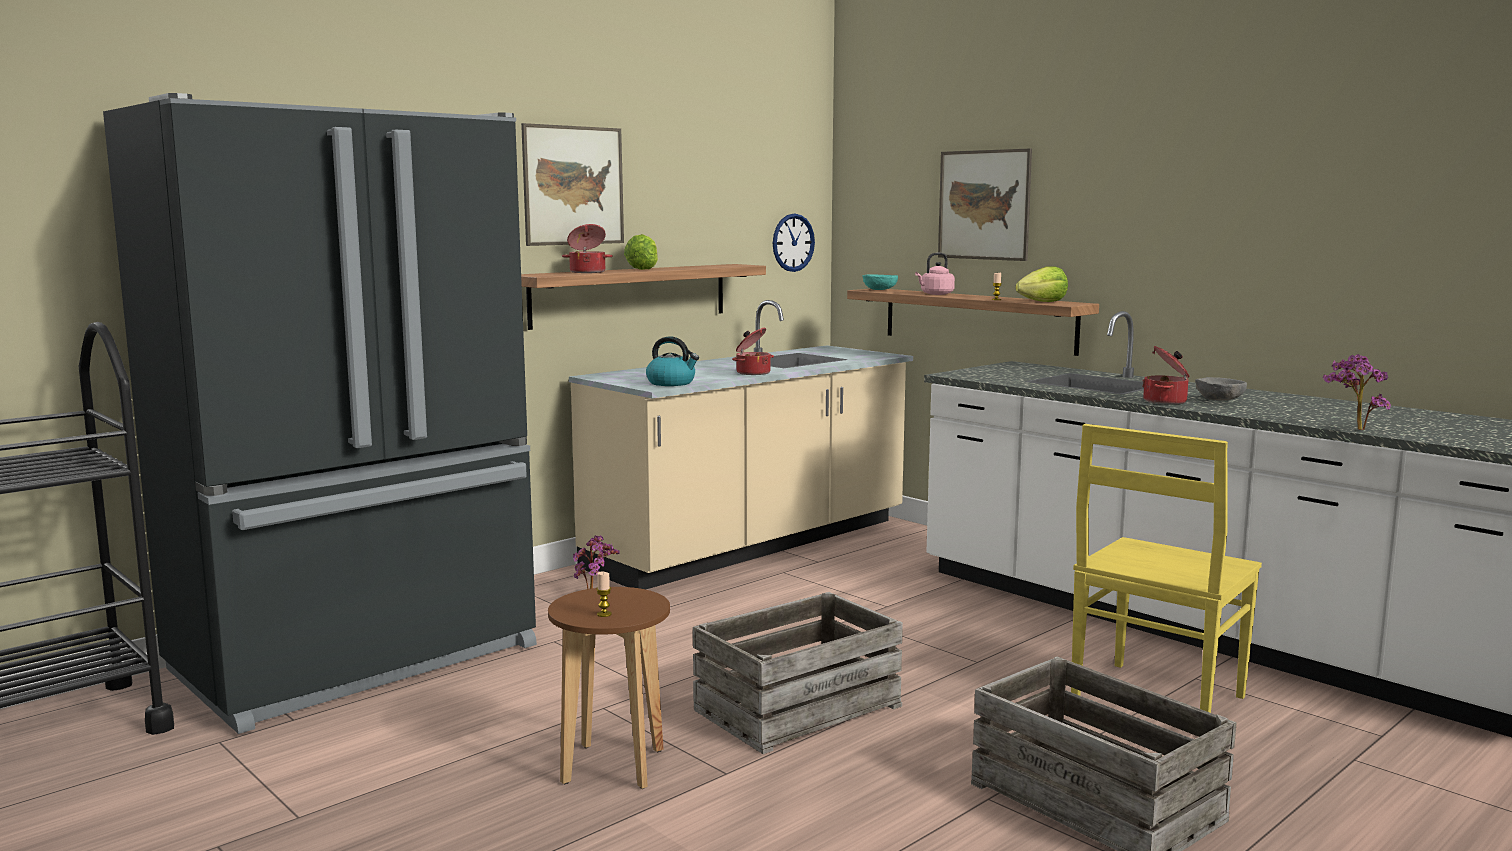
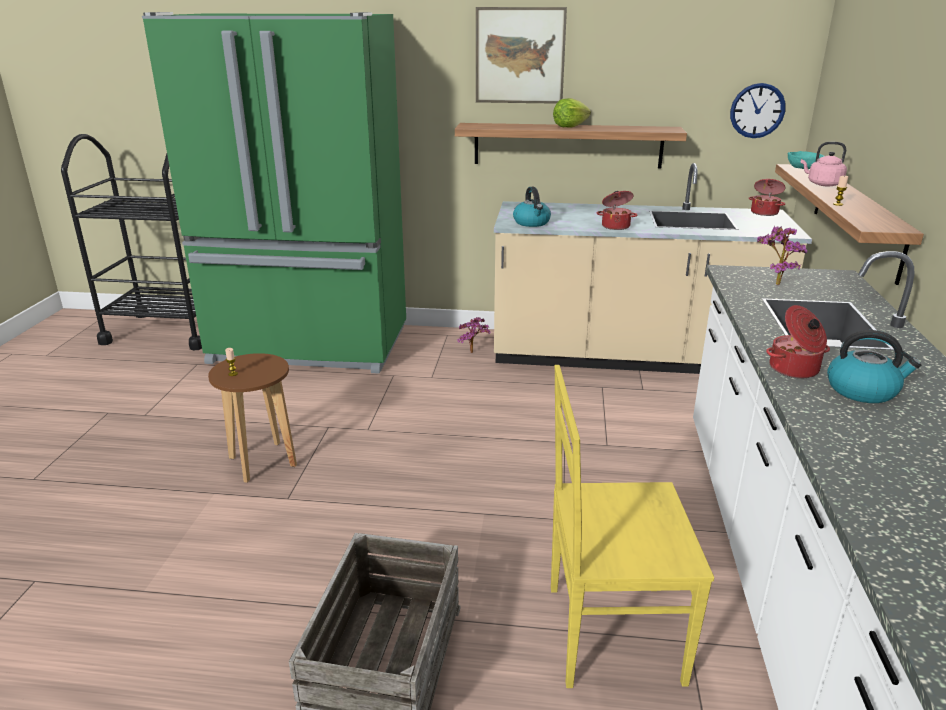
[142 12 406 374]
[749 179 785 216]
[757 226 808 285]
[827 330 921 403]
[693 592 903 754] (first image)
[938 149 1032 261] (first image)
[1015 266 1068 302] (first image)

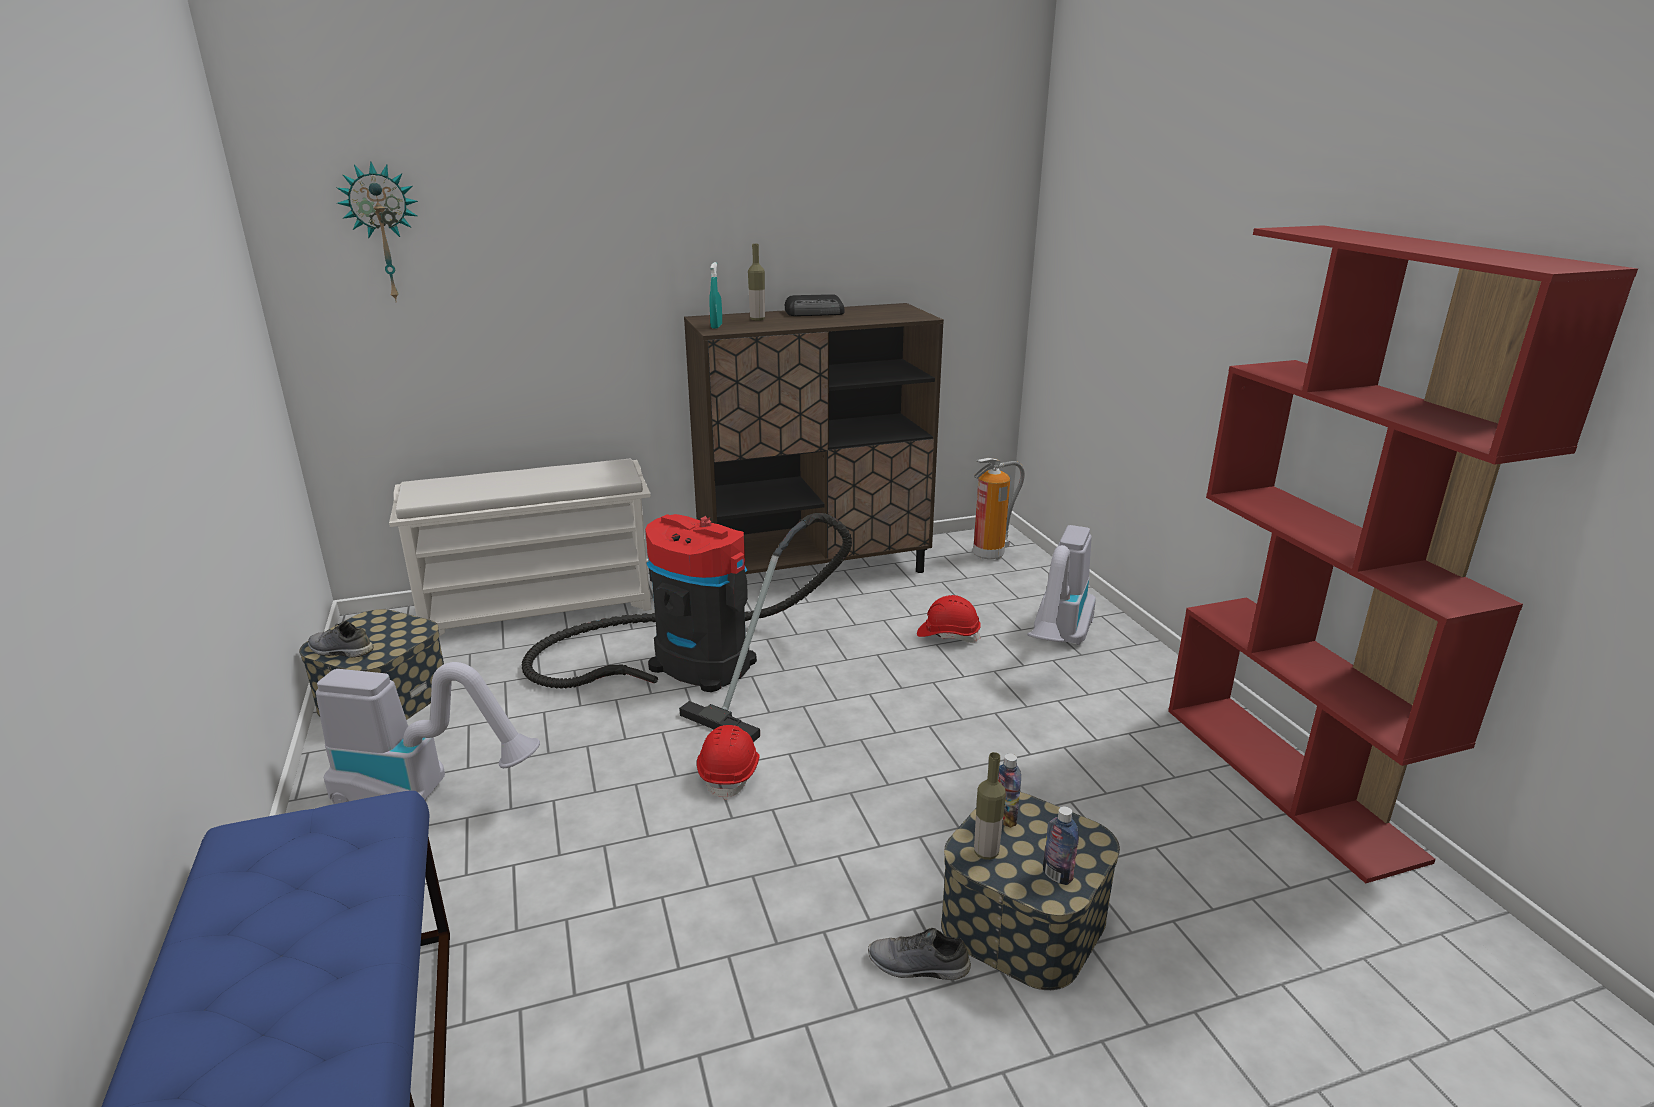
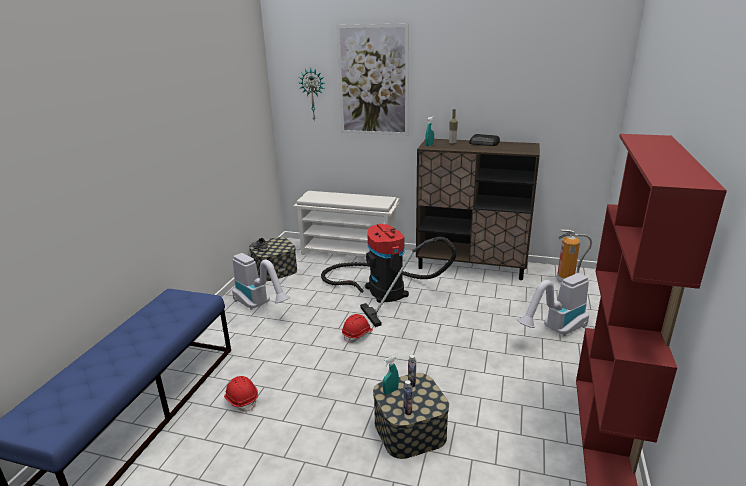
[224 376 258 412]
[336 23 409 136]
[383 356 399 395]
[868 928 971 980] (first image)

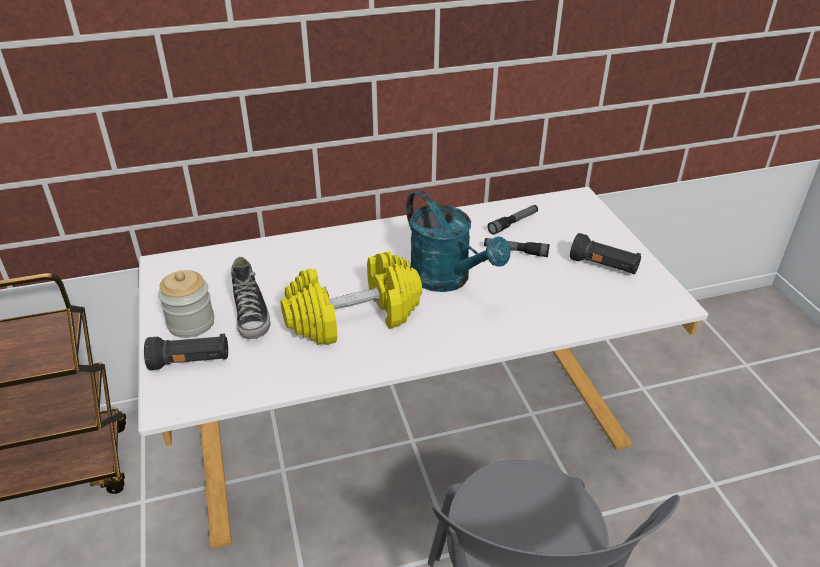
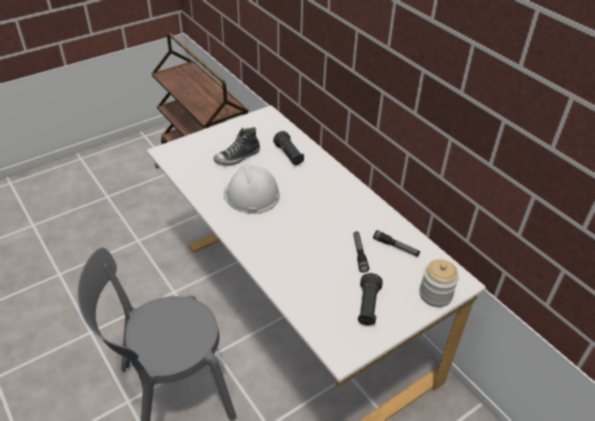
[224 165 280 214]
[273 131 304 165]
[419 259 459 307]
[406 190 510 292] (first image)

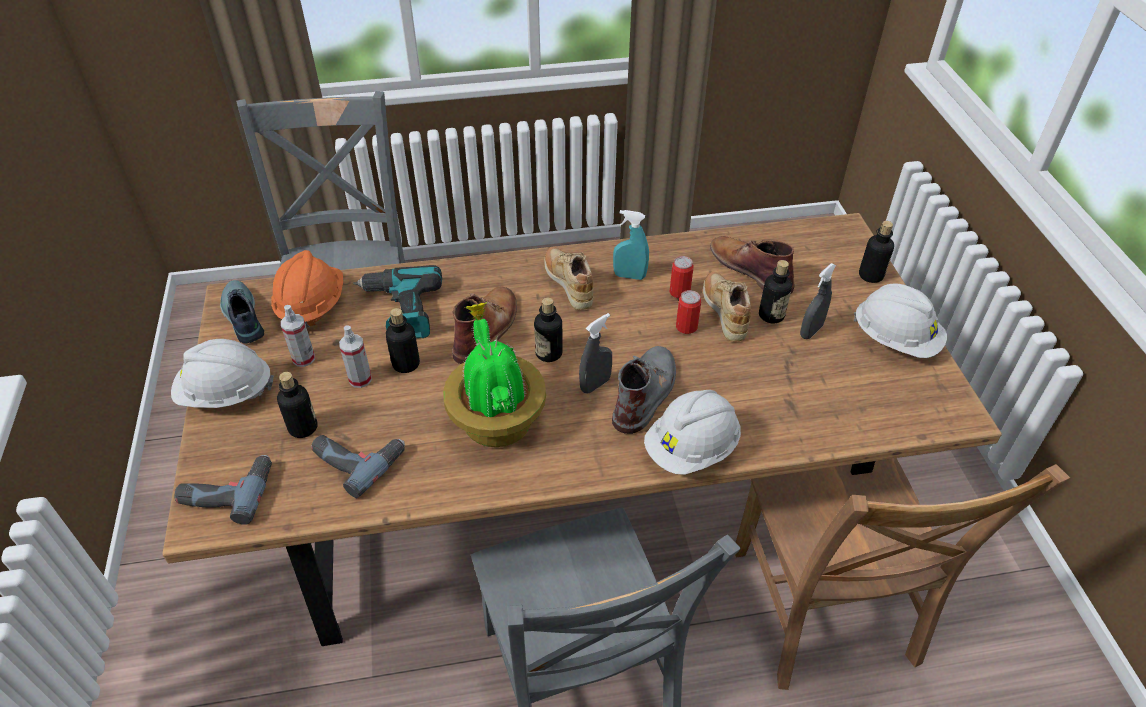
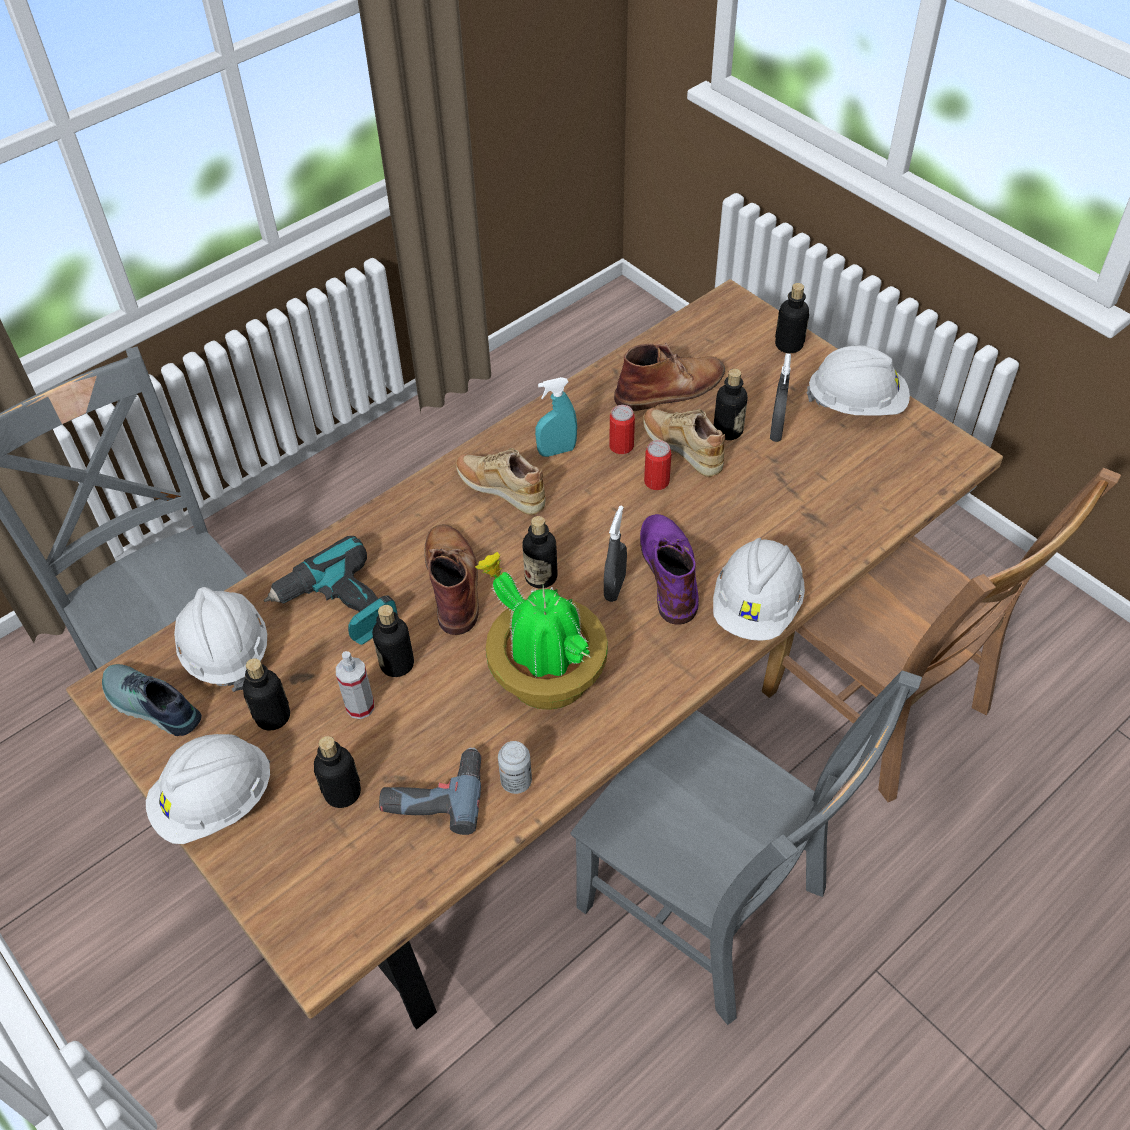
[174 587 267 692]
[243 658 290 731]
[498 741 532 794]
[614 343 725 411]
[640 514 699 624]
[175 455 272 524] (first image)

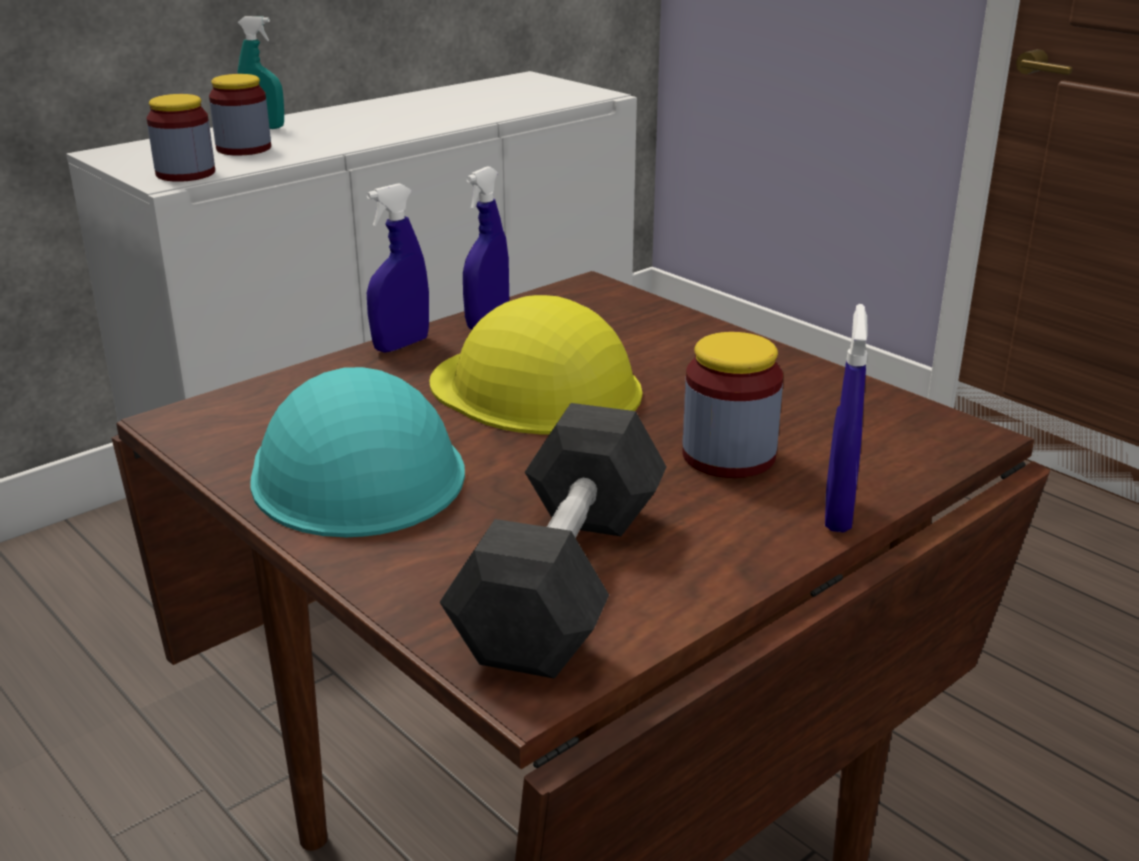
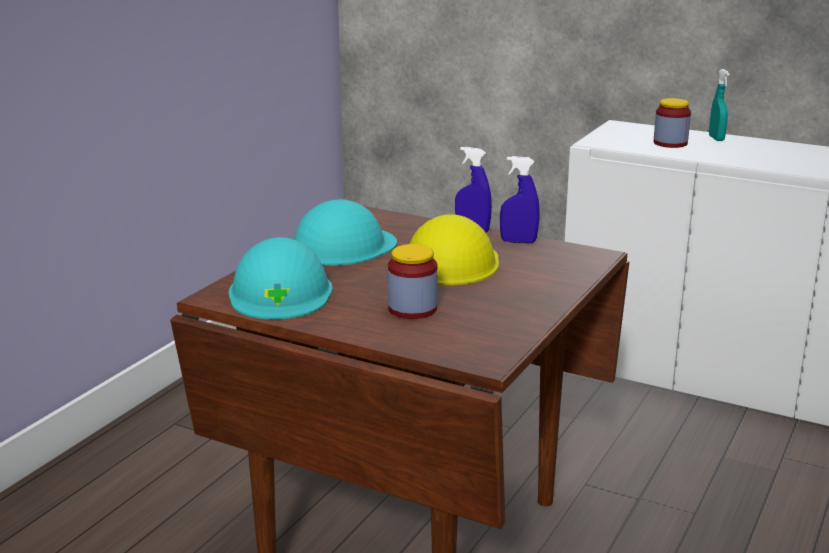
[229 237 333 319]
[147 94 215 182] (first image)
[825 304 868 533] (first image)

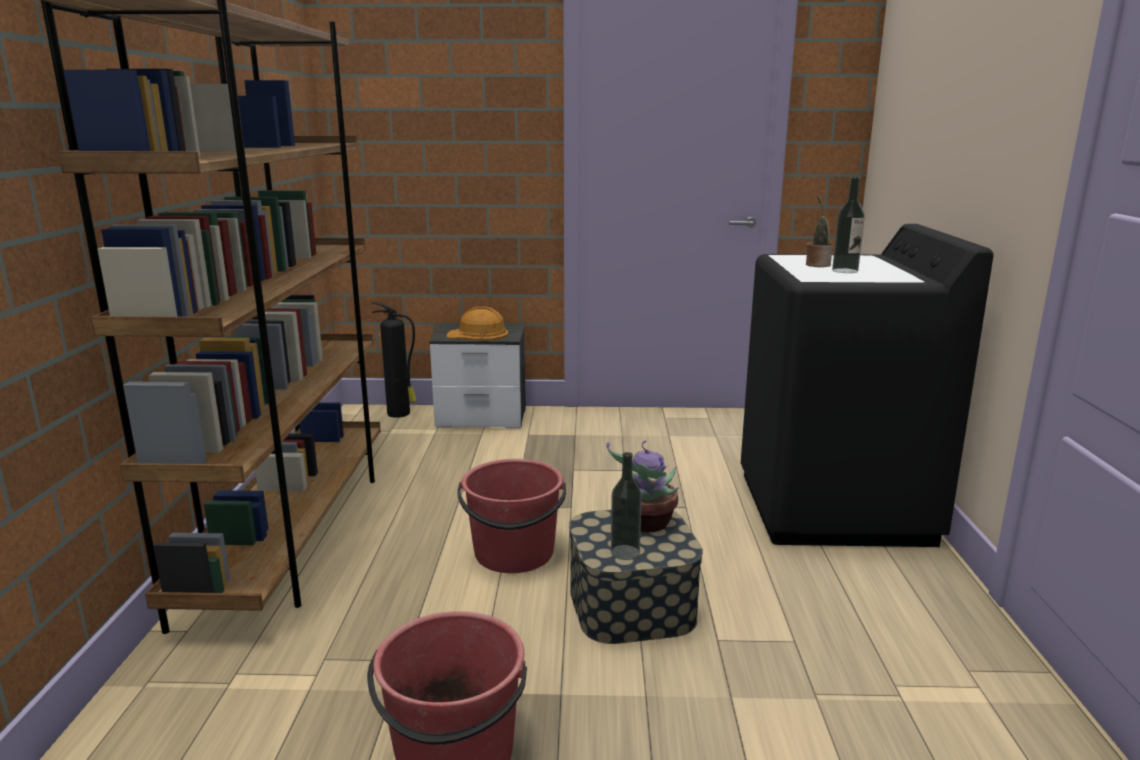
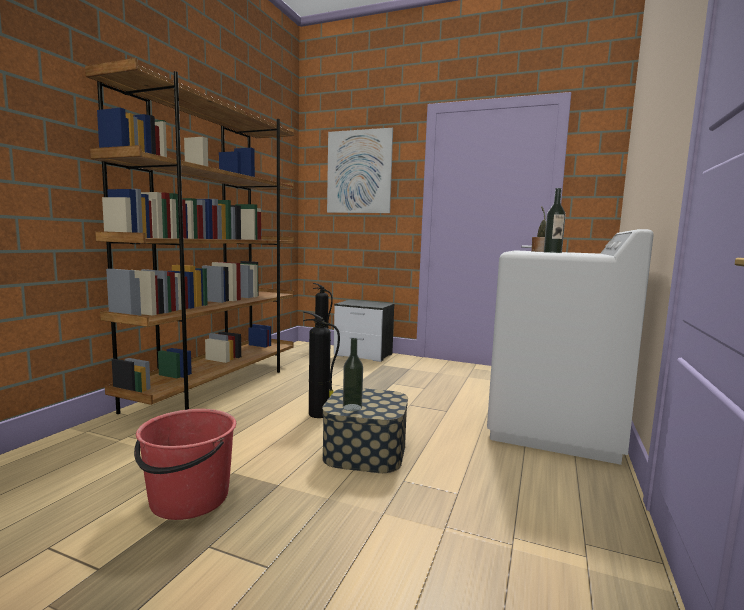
[303 311 340 418]
[327 128 393 213]
[487 229 654 465]
[447 307 508 341] (first image)
[606 441 679 532] (first image)

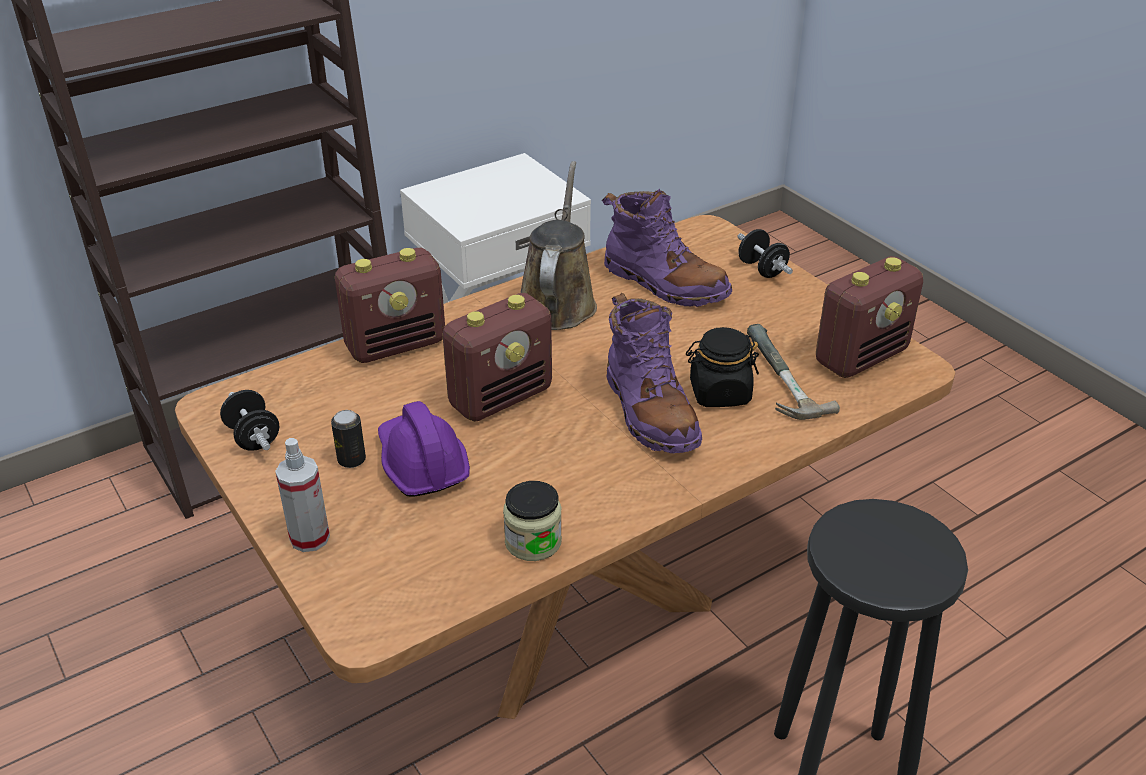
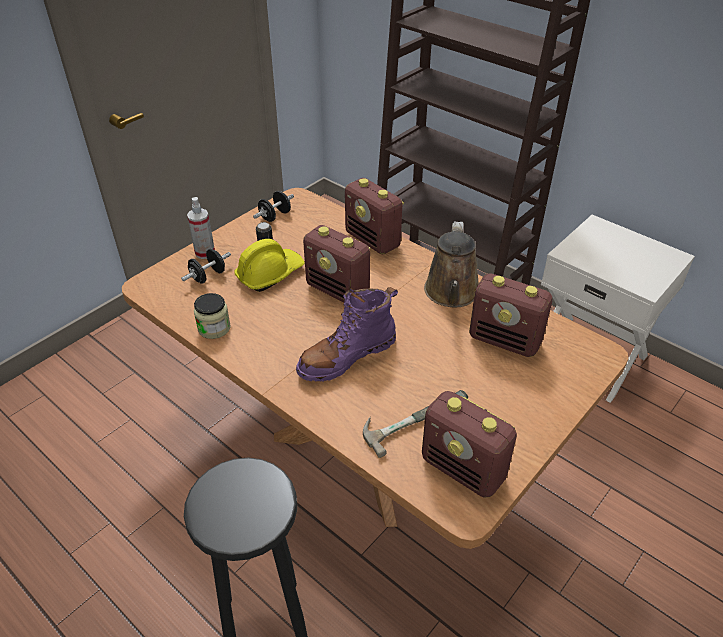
[181 249 231 283]
[235 239 305 292]
[424 221 479 307]
[469 273 552 357]
[686 327 759 407] (first image)

